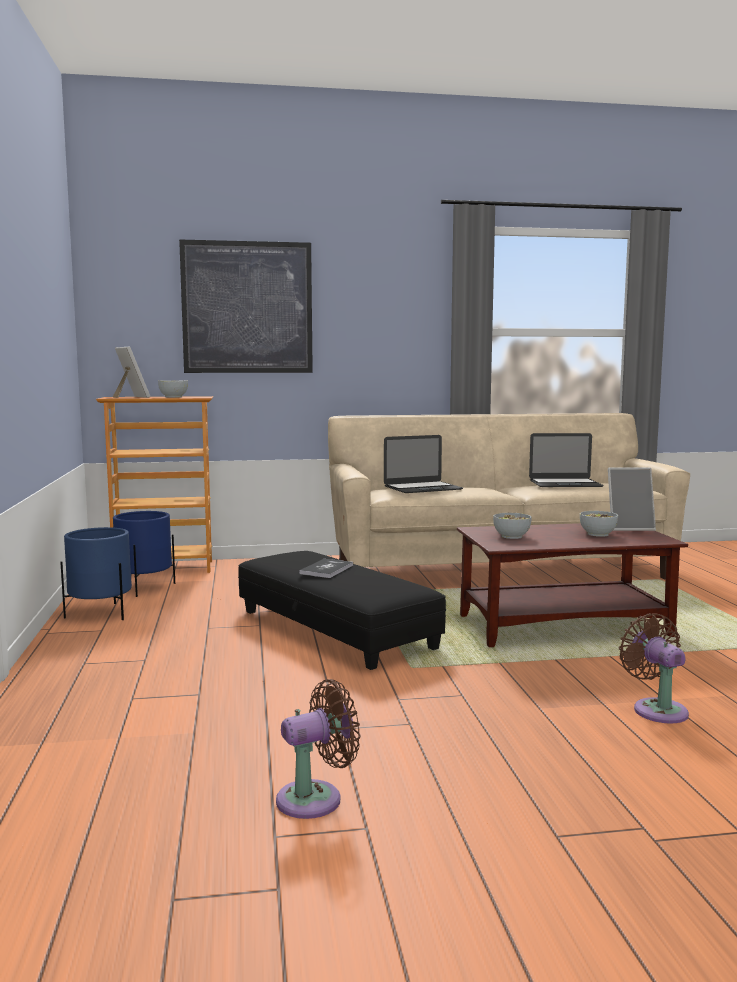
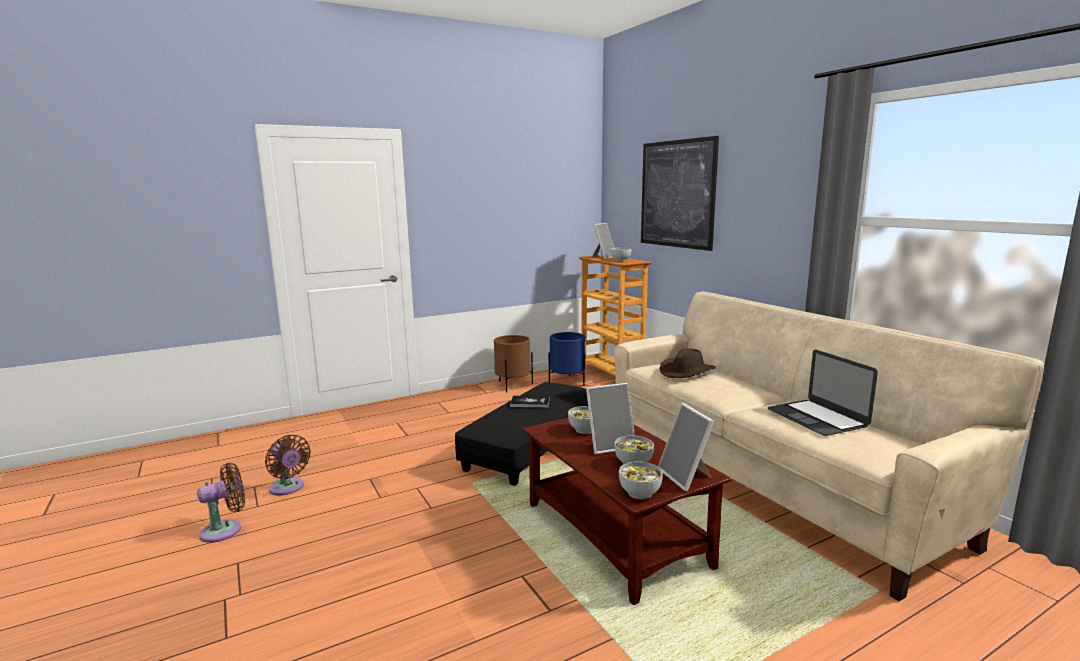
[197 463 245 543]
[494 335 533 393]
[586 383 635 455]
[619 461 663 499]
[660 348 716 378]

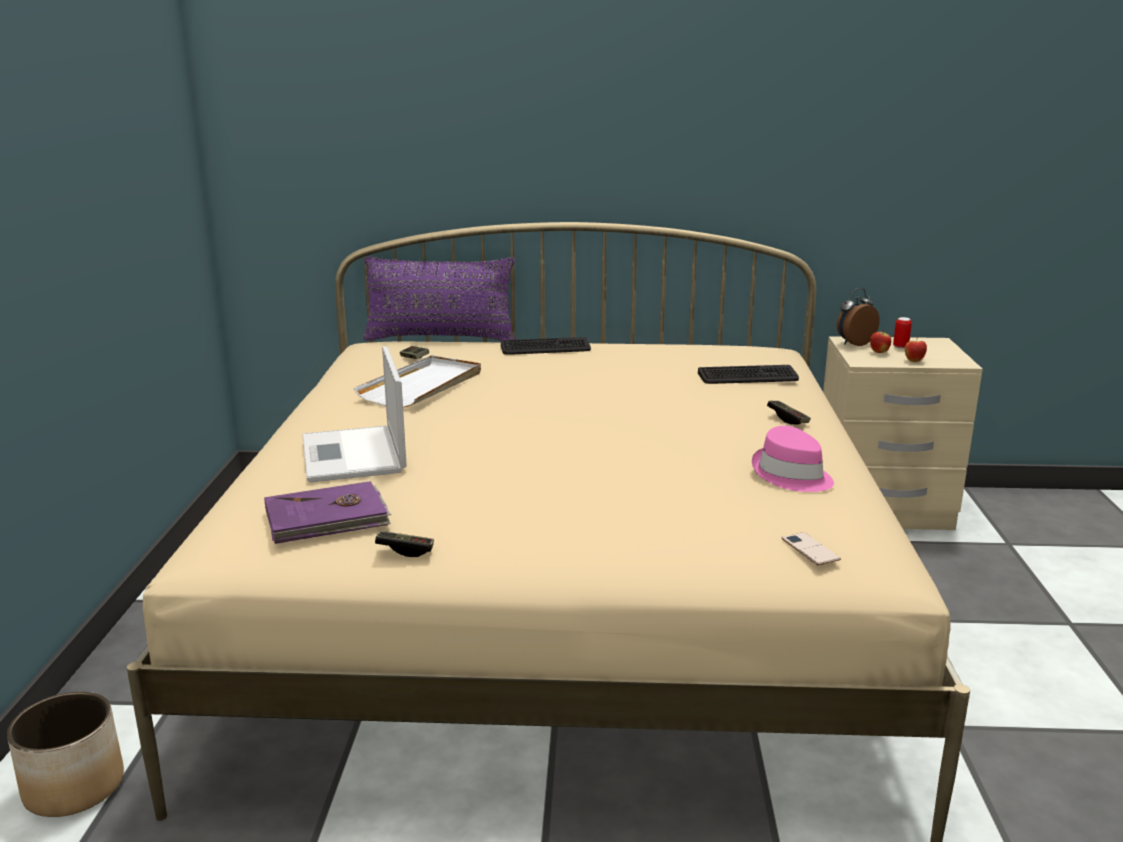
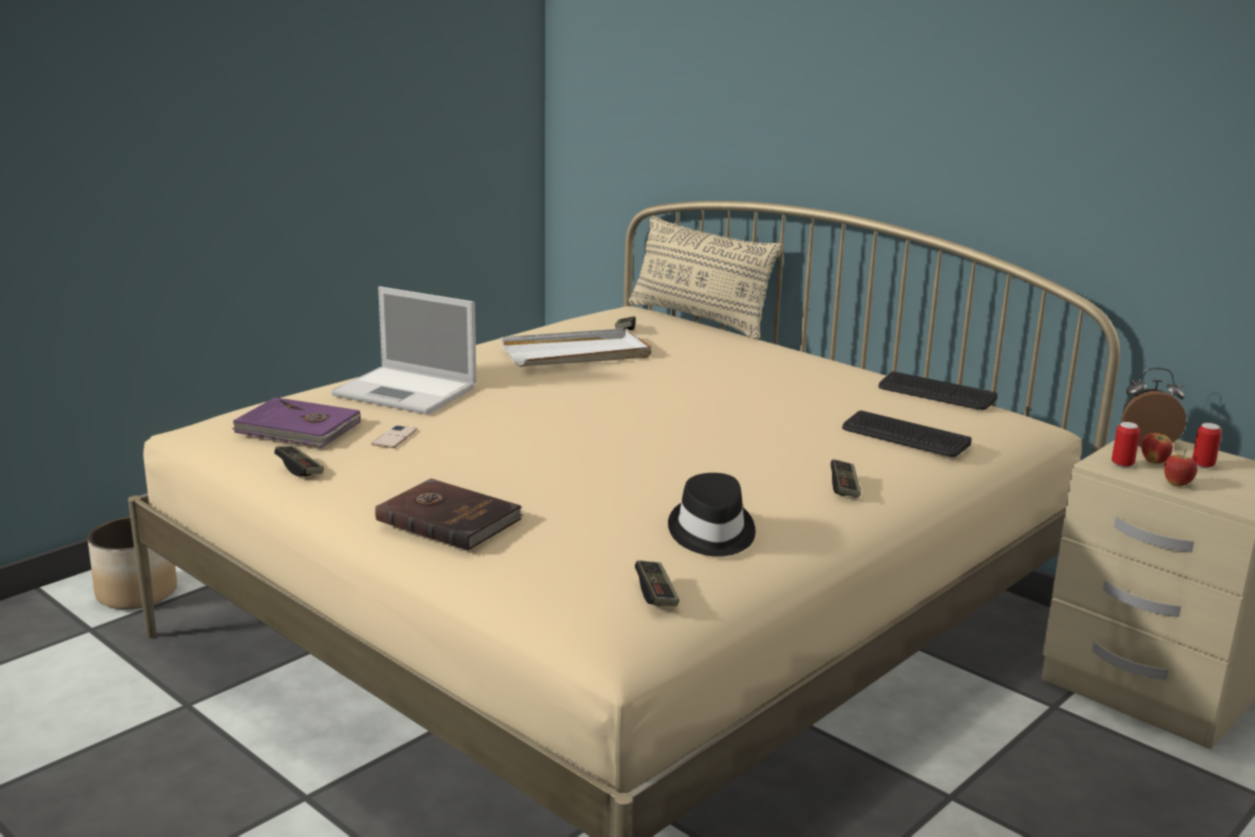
[331 286 476 415]
[372 425 417 448]
[375 478 523 551]
[629 216 783 339]
[635 560 680 606]
[668 473 755 557]
[878 372 997 410]
[1112 422 1140 467]

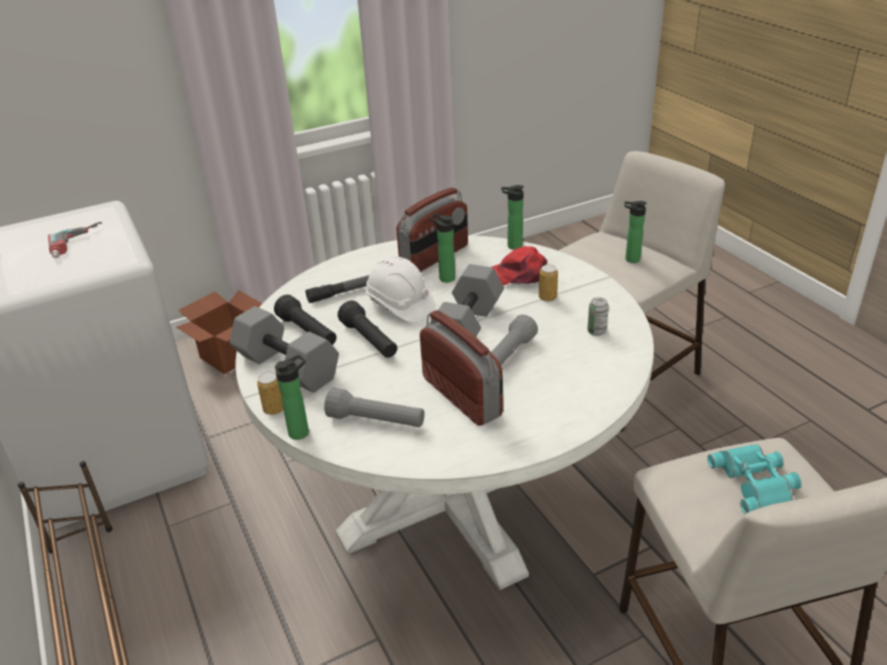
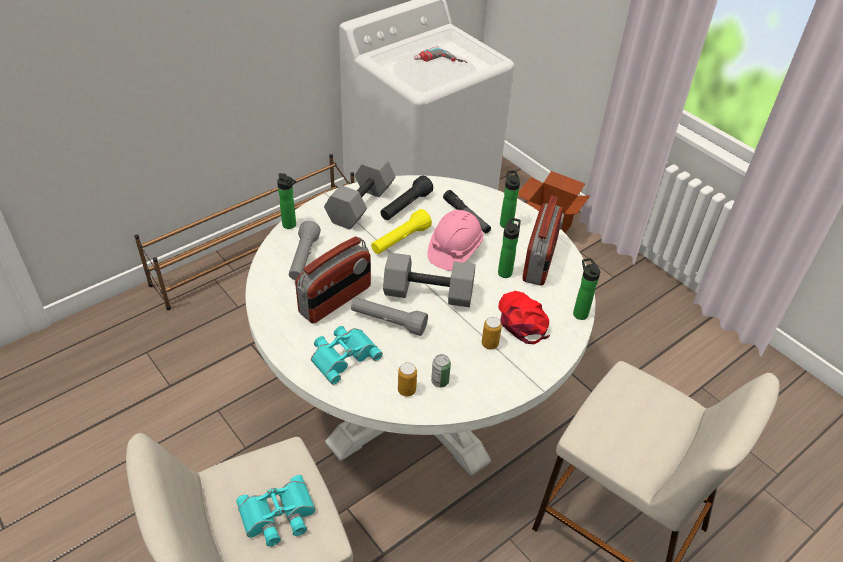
[311 326 383 384]
[371 209 432 254]
[398 362 417 396]
[427 210 484 271]
[500 171 520 228]
[522 196 564 286]

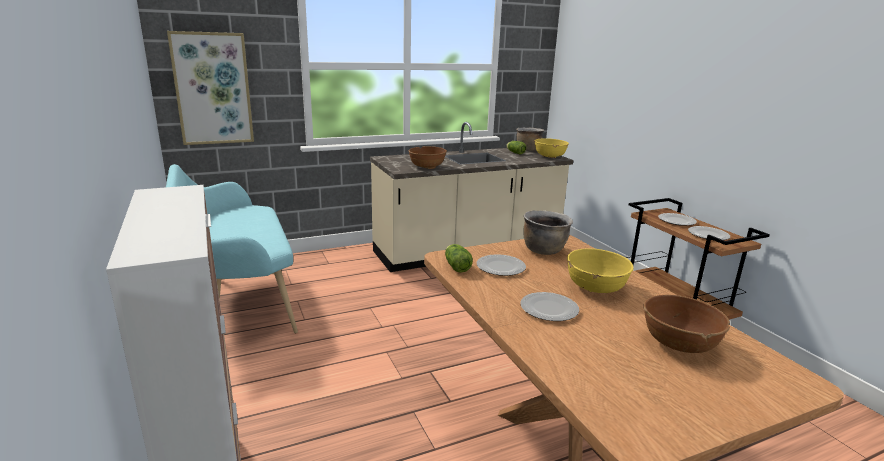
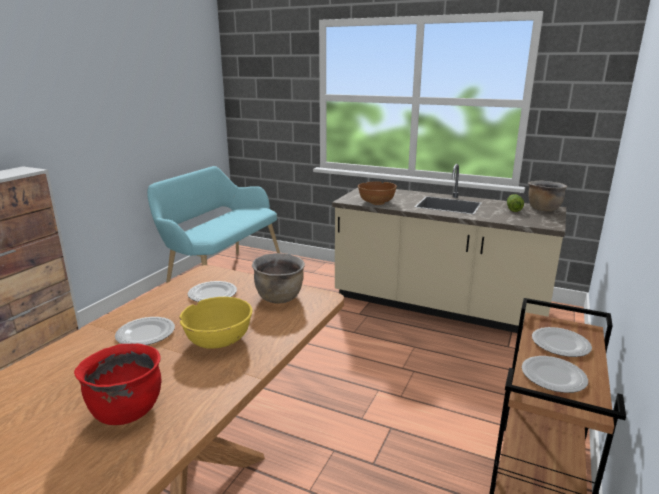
[74 344 161 425]
[167 31 254 145] (first image)
[445 244 473 273] (first image)
[534 138 569 158] (first image)

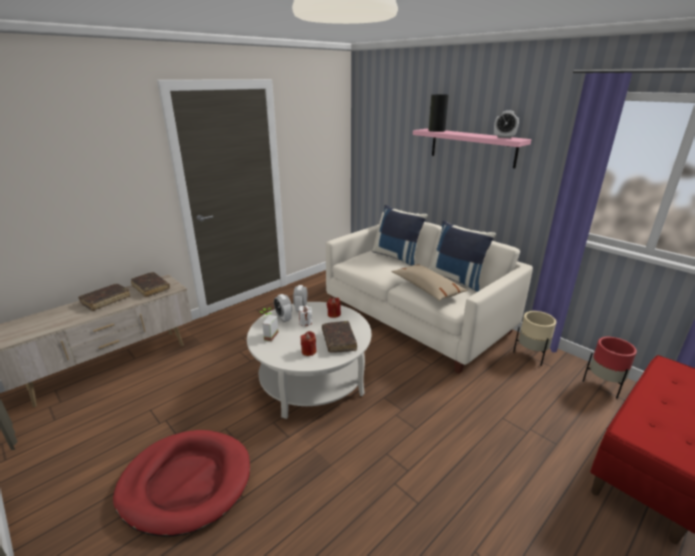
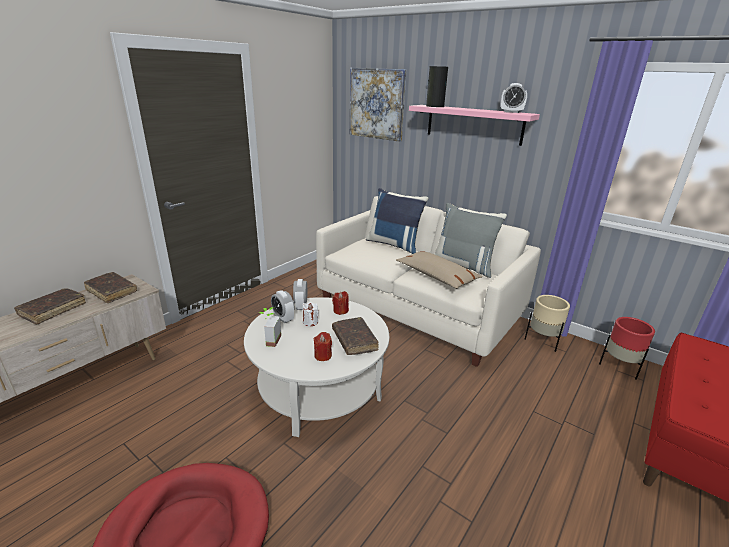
[350 68 406 142]
[434 203 507 278]

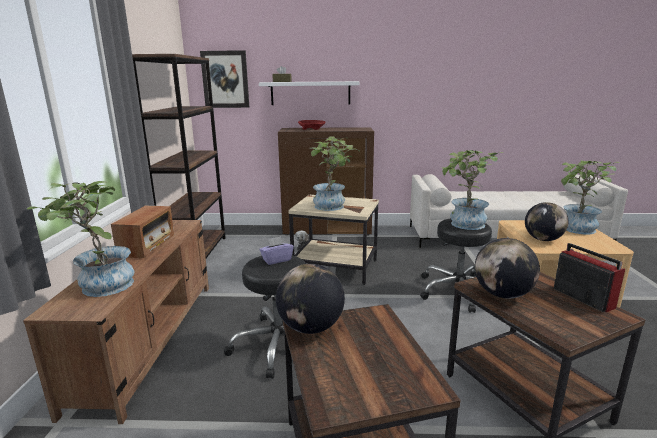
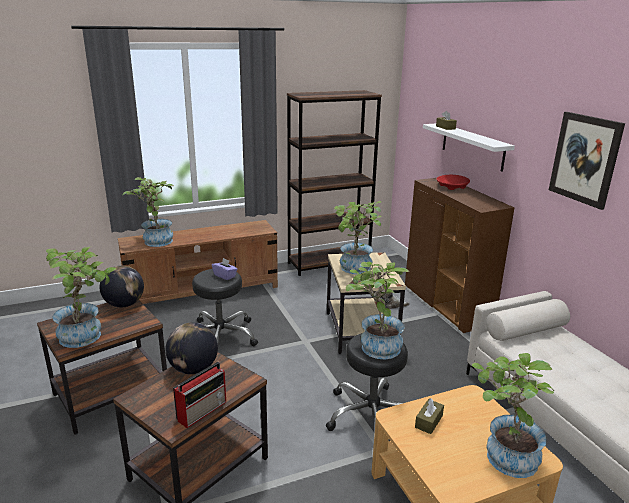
[46 247 117 348]
[415 398 444 434]
[549 112 625 210]
[111 206 174 258] (first image)

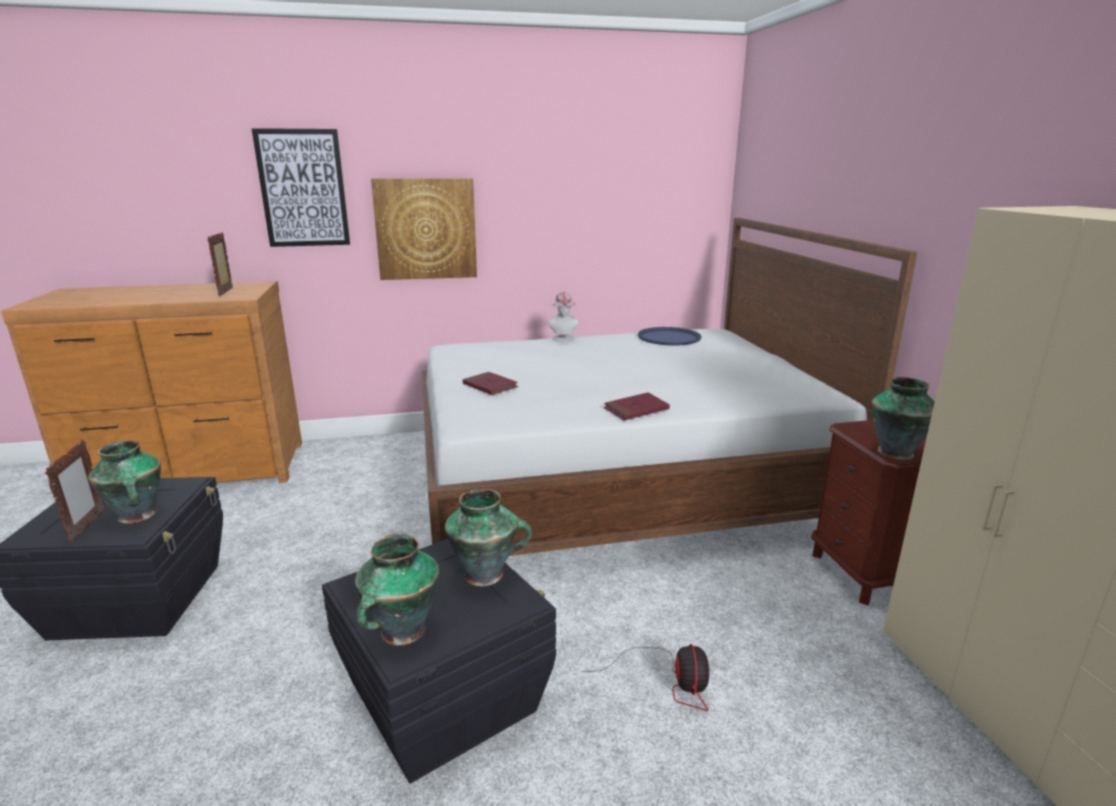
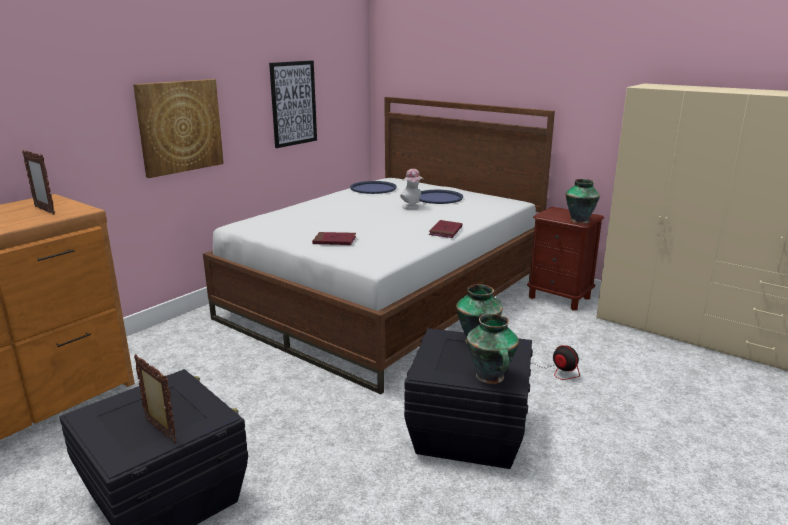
[269 60 317 148]
[400 169 423 209]
[419 190 463 204]
[88 440 161 524] (first image)

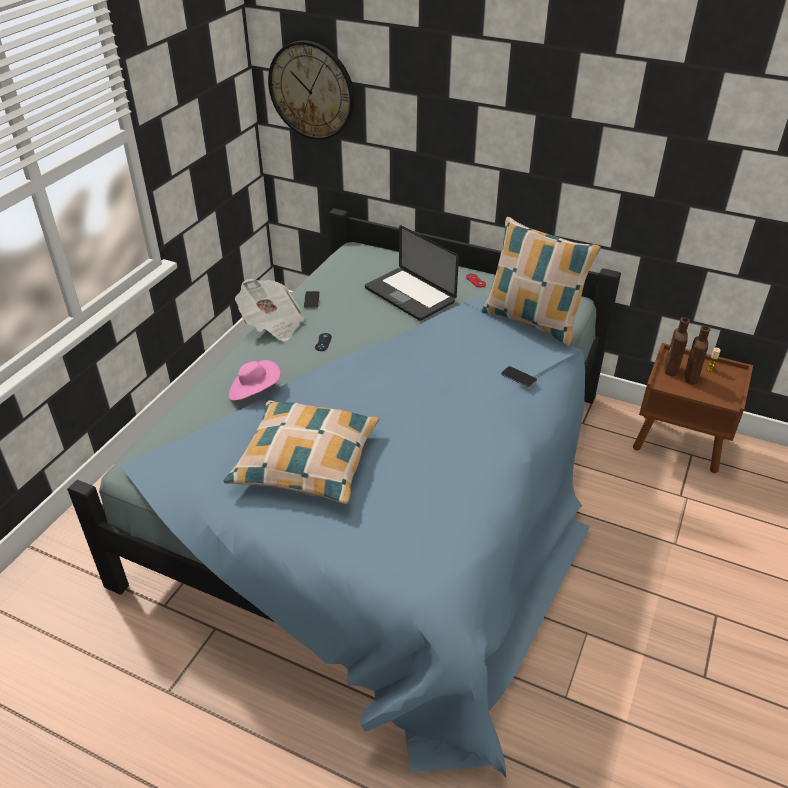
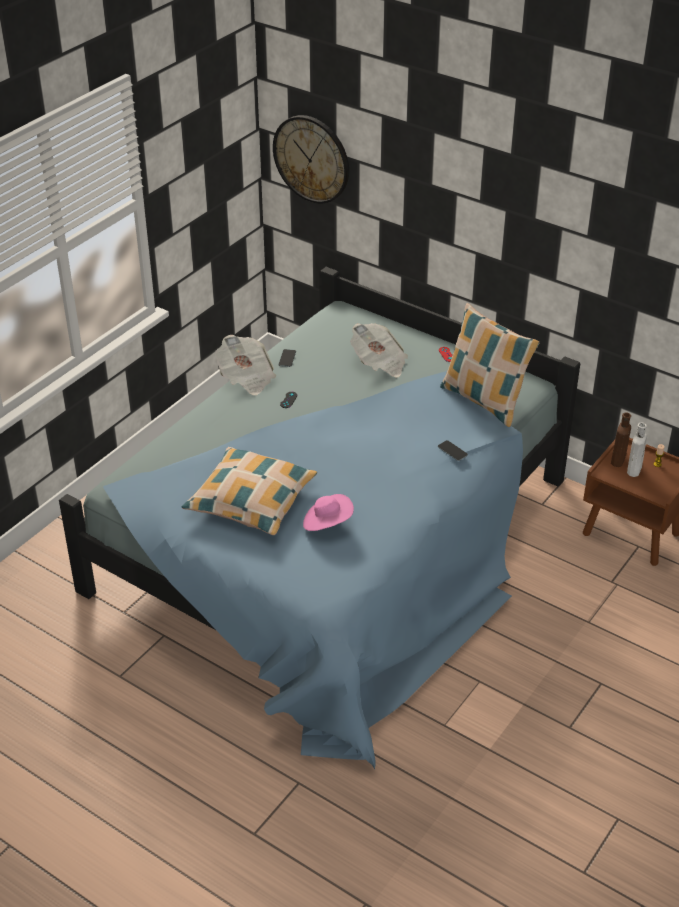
[303 494 354 531]
[350 323 408 378]
[627 423 647 477]

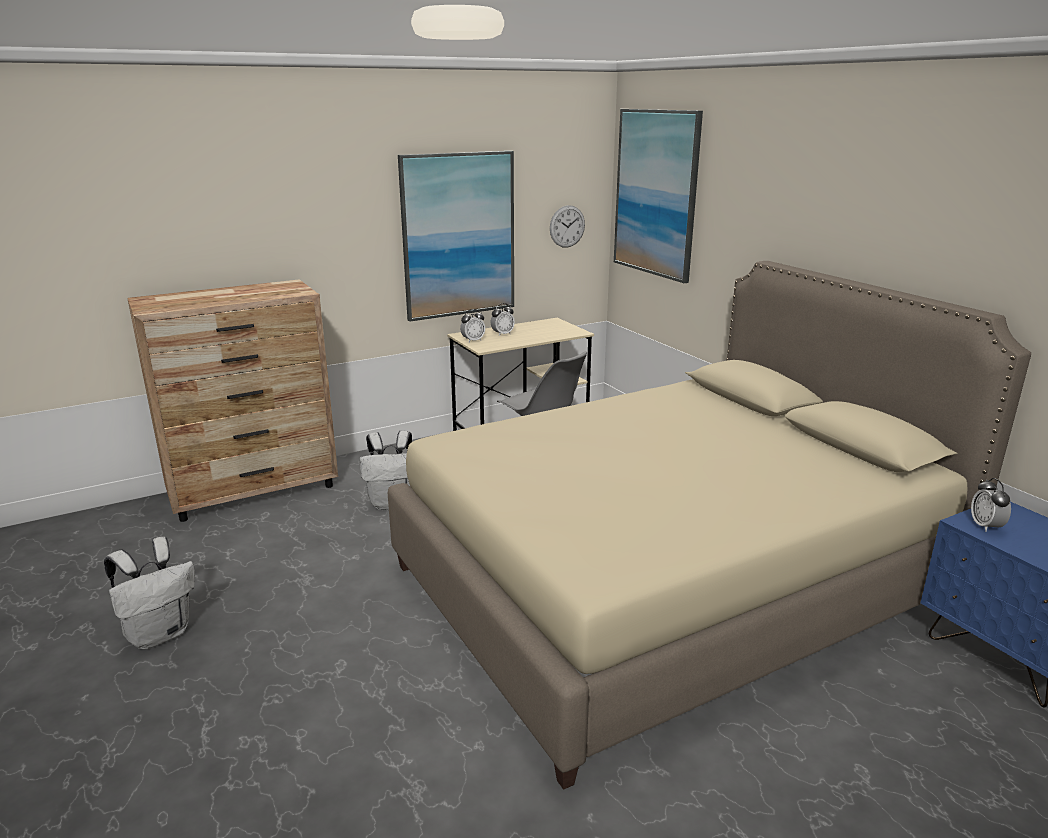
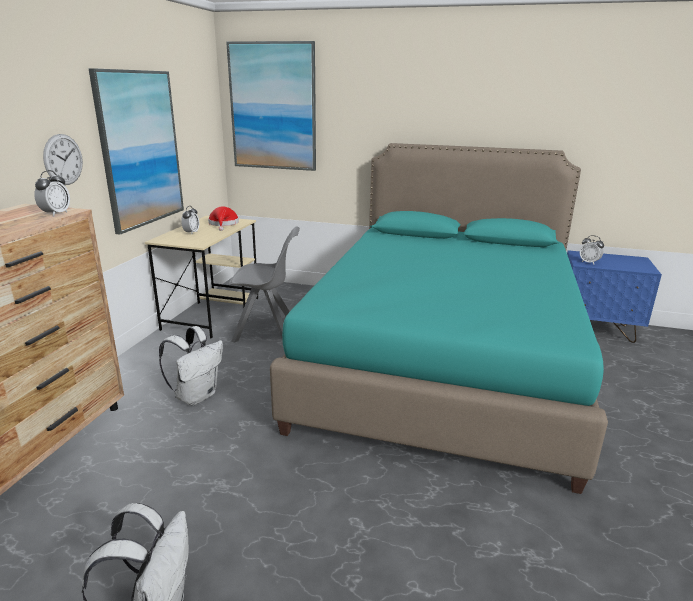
[34 170 70 216]
[43 134 83 185]
[208 206 239 231]
[270 143 608 494]

